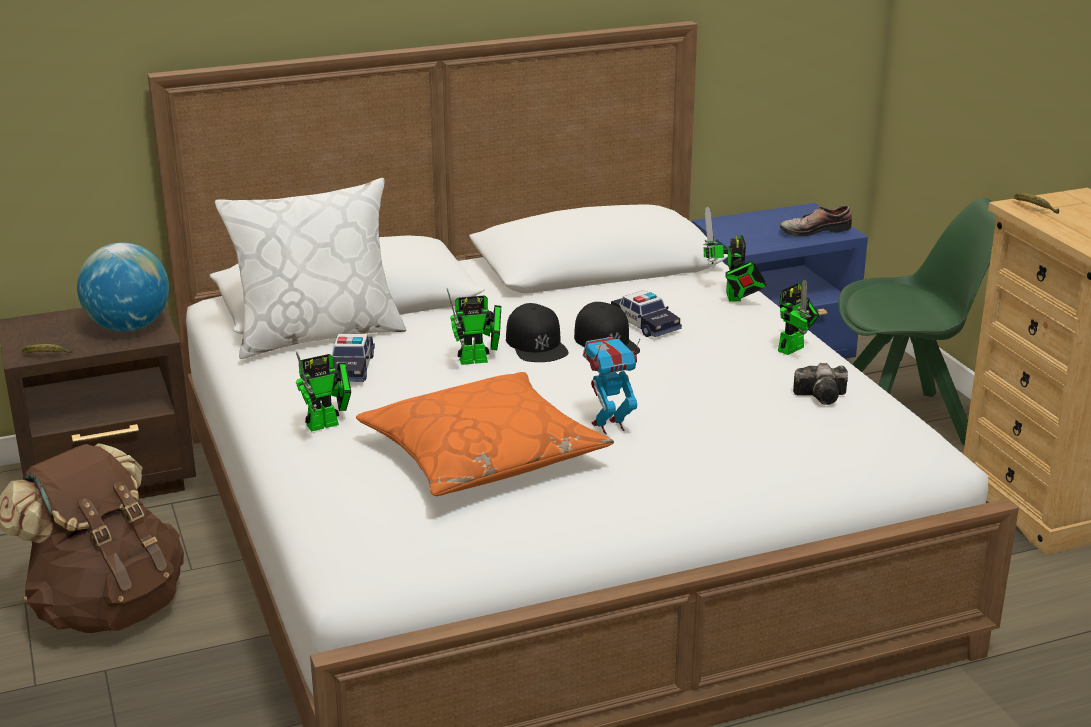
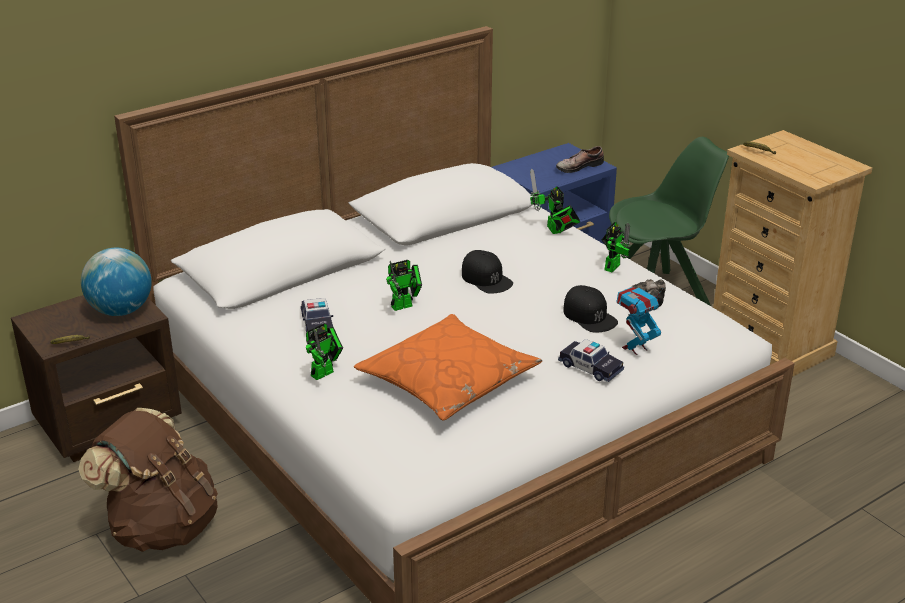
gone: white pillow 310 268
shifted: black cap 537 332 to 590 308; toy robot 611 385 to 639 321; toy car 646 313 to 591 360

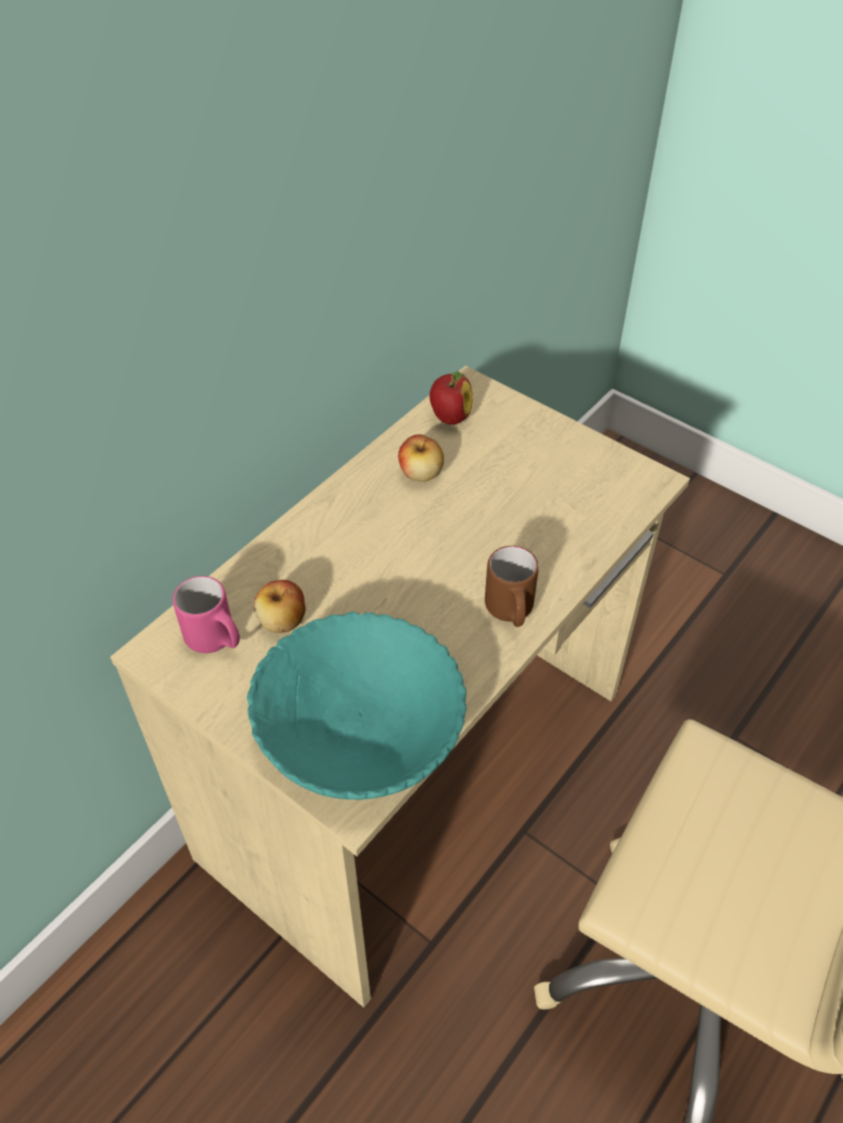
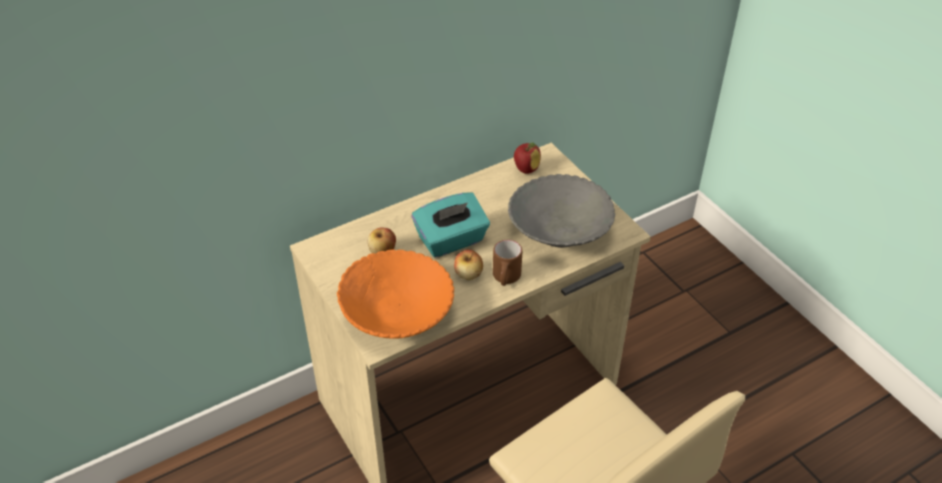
gone: pink mug 206 614
new: turquoise tissue box 451 225; grey bowl 561 211
shifted: apple 421 458 to 468 265
repainted: turquoise bowl 357 706 to orange bowl 395 294

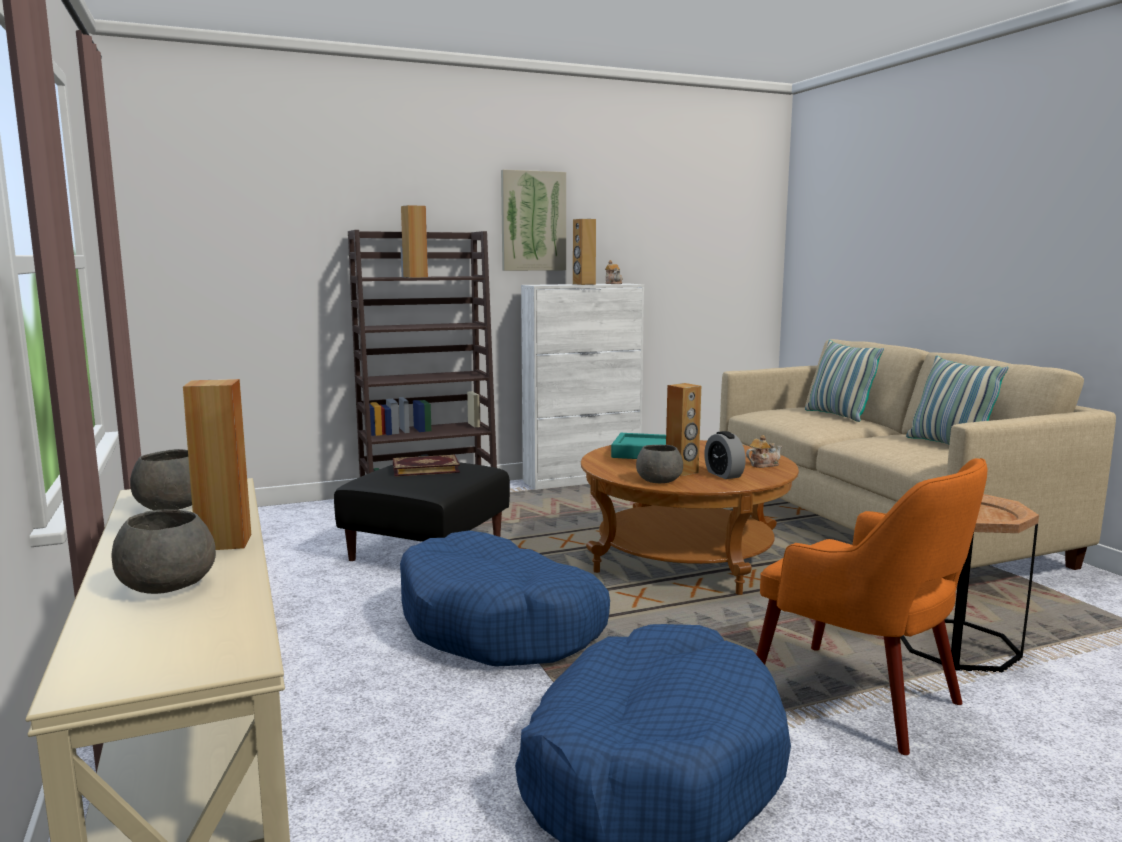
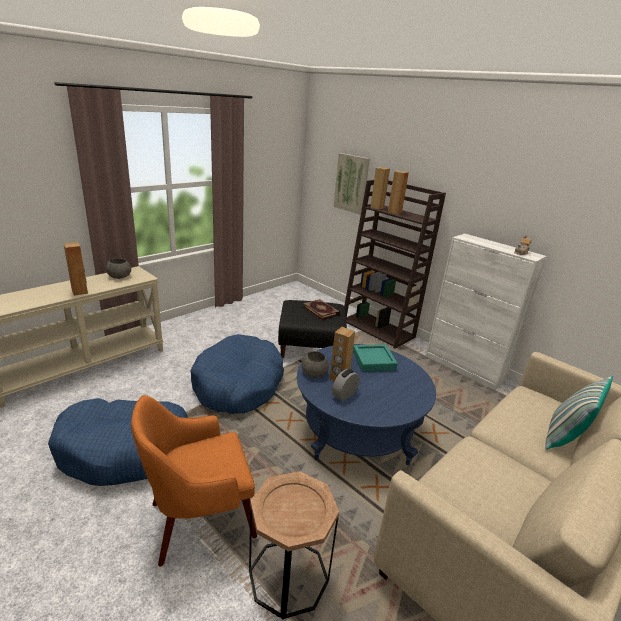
gone: grey bowl 163 551; teapot 764 451; pillow 957 399
shifted: picture 533 220 to 351 184; brown speaker 584 252 to 380 188
repainted: brown coffee table 690 517 to blue coffee table 366 404
rotated: orange armchair 872 606 = 194 481 45 degrees clockwise

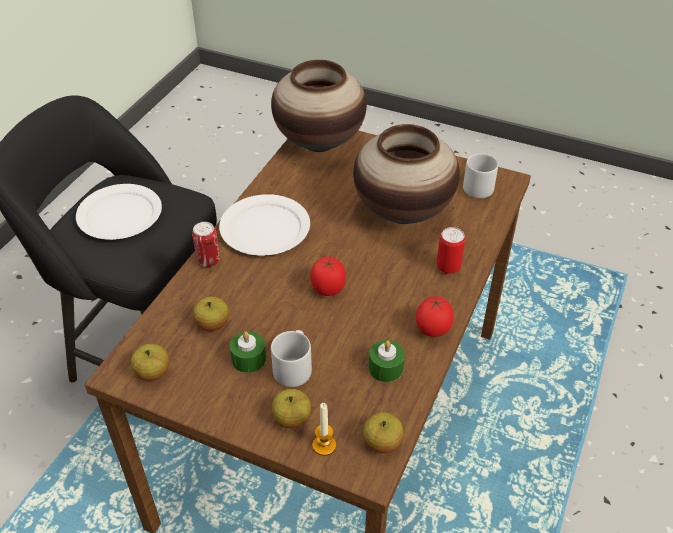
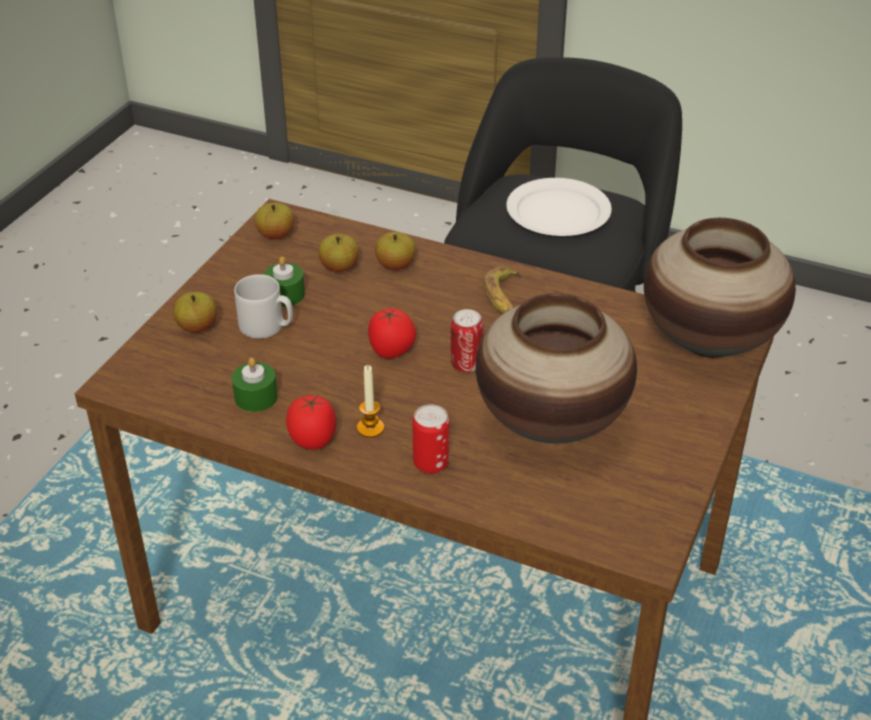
gone: grey mug 480 175
shifted: can 206 244 to 467 340; candle 324 429 to 370 401; apple 383 432 to 395 251
swapped: white plate 264 225 to banana 502 290

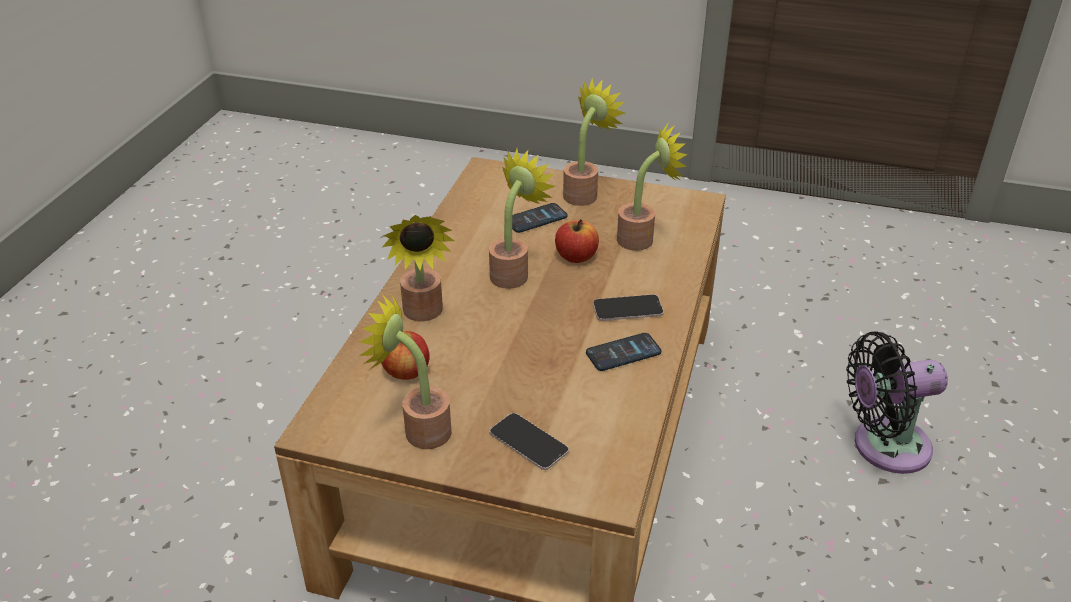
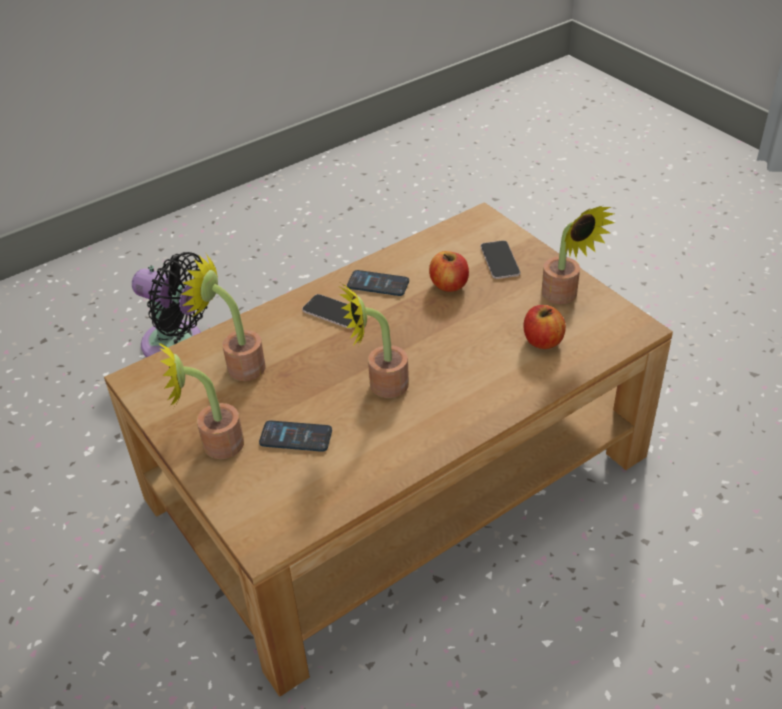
gone: potted plant 417 268
shifted: apple 577 241 to 449 271

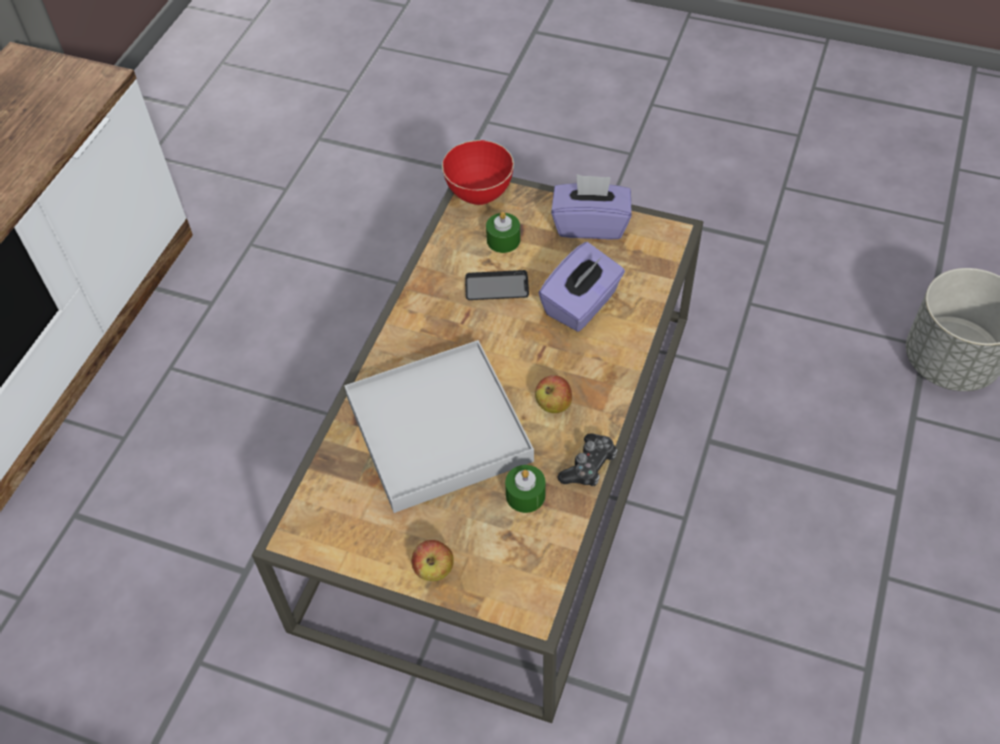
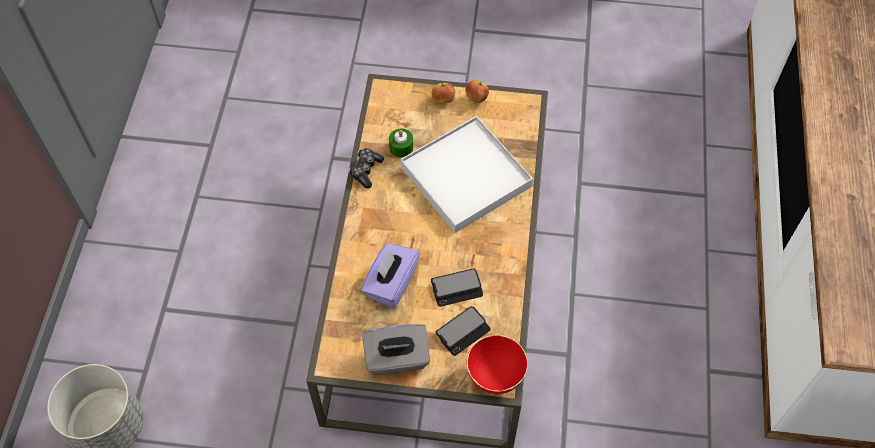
shifted: apple 553 394 to 477 91
swapped: green candle 503 232 to phone 463 331
repainted: purple tissue box 591 207 to grey tissue box 396 349

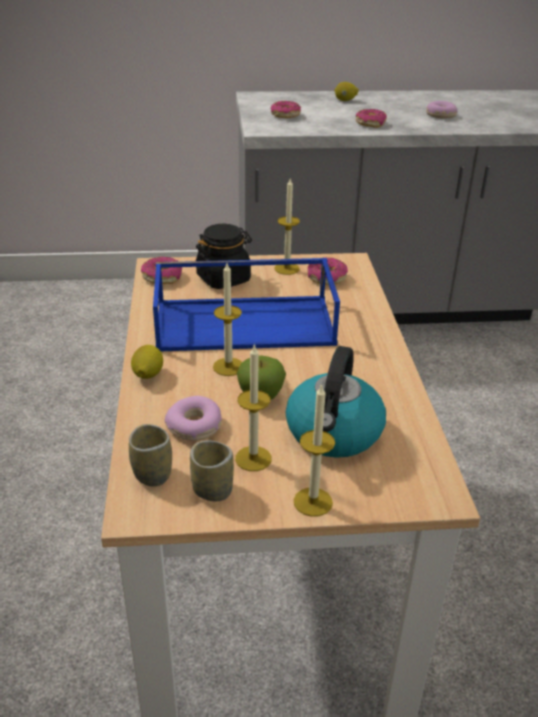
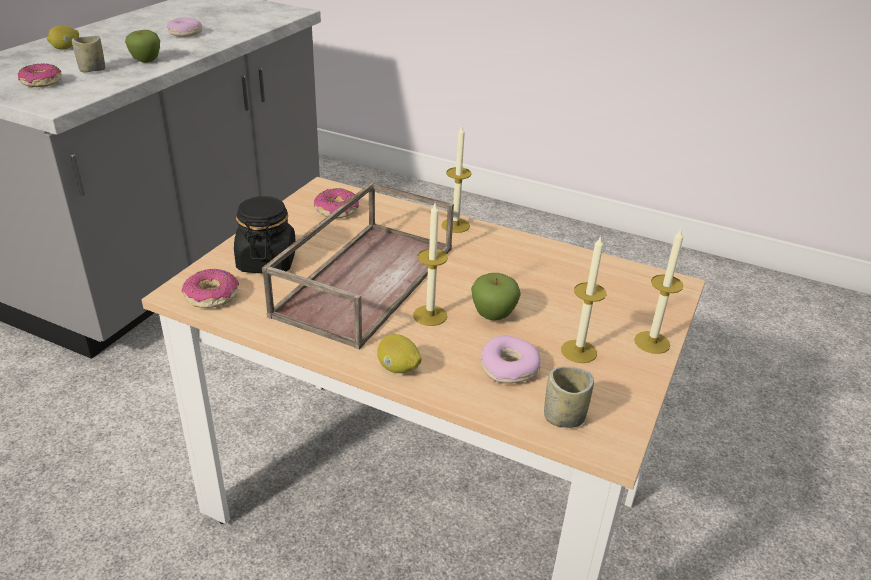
gone: kettle 336 402
shifted: cup 212 470 to 88 54; candle 287 227 to 456 179
swapped: donut 371 118 to apple 142 46
repainted: blue tray 246 304 to brown tray 358 266

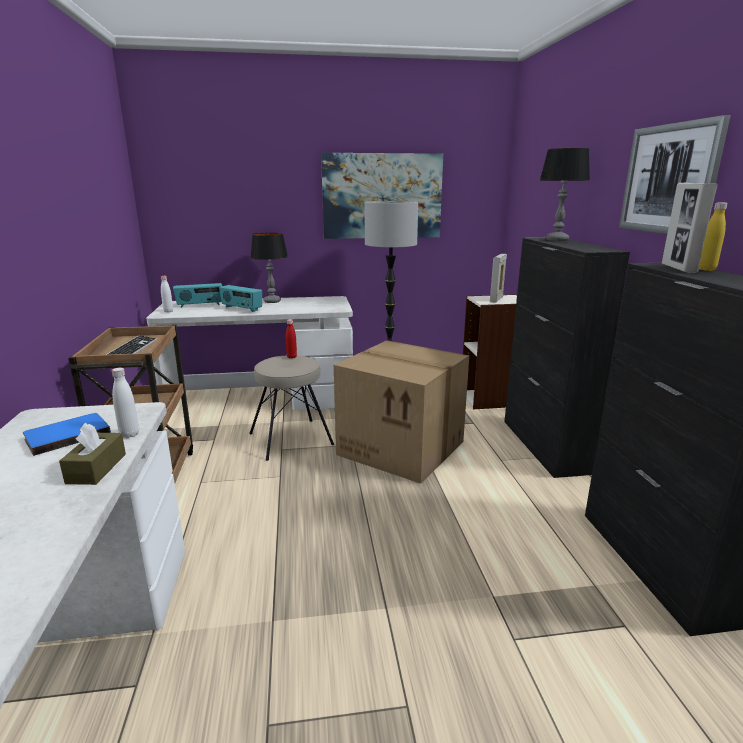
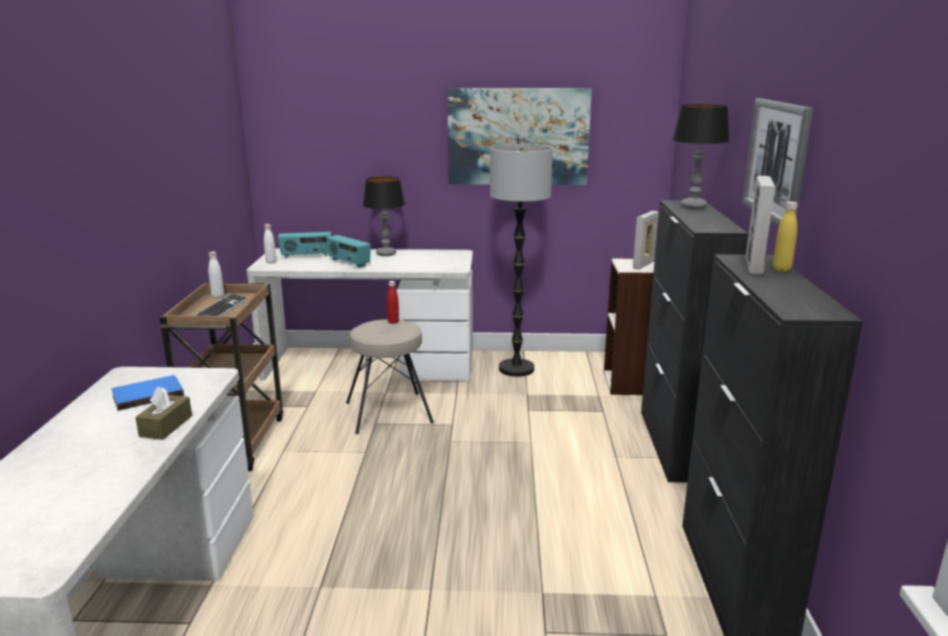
gone: cardboard box 401 412
shifted: white bottle 125 403 to 216 274

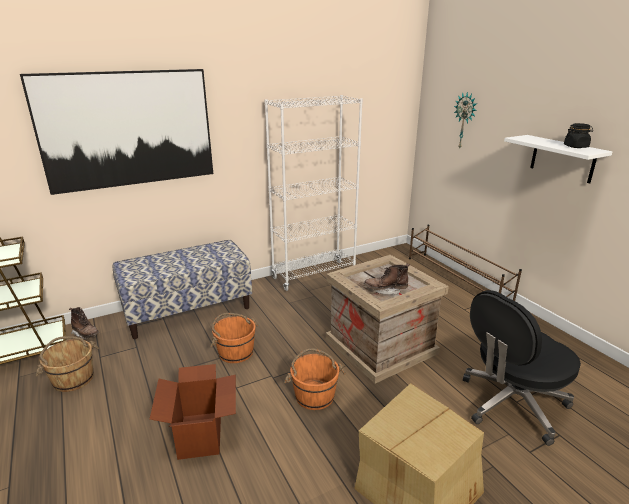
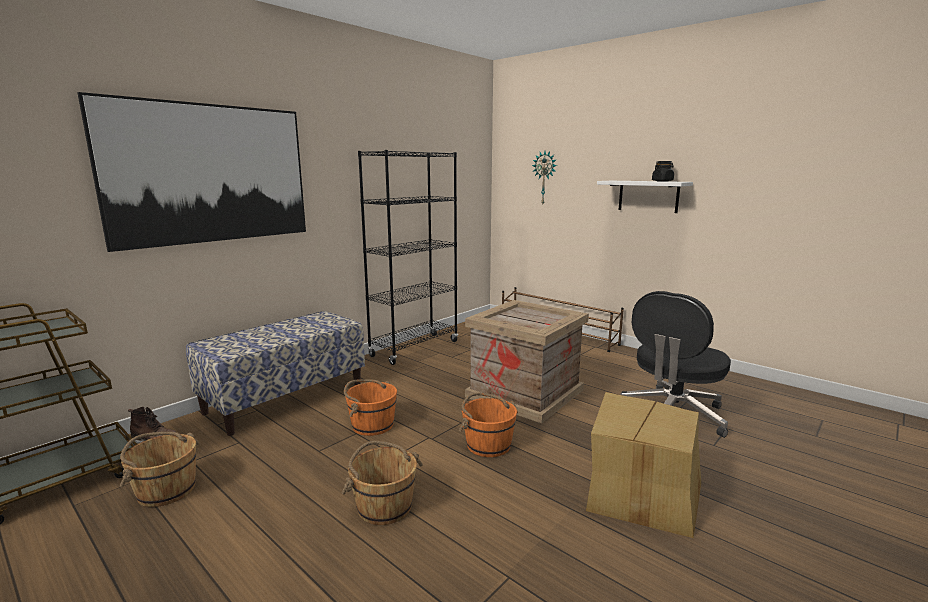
gone: brown boot 387 279
swapped: cardboard box 193 412 to brown bucket 382 483
repainted: white bookcase 314 193 to black bookcase 408 257

